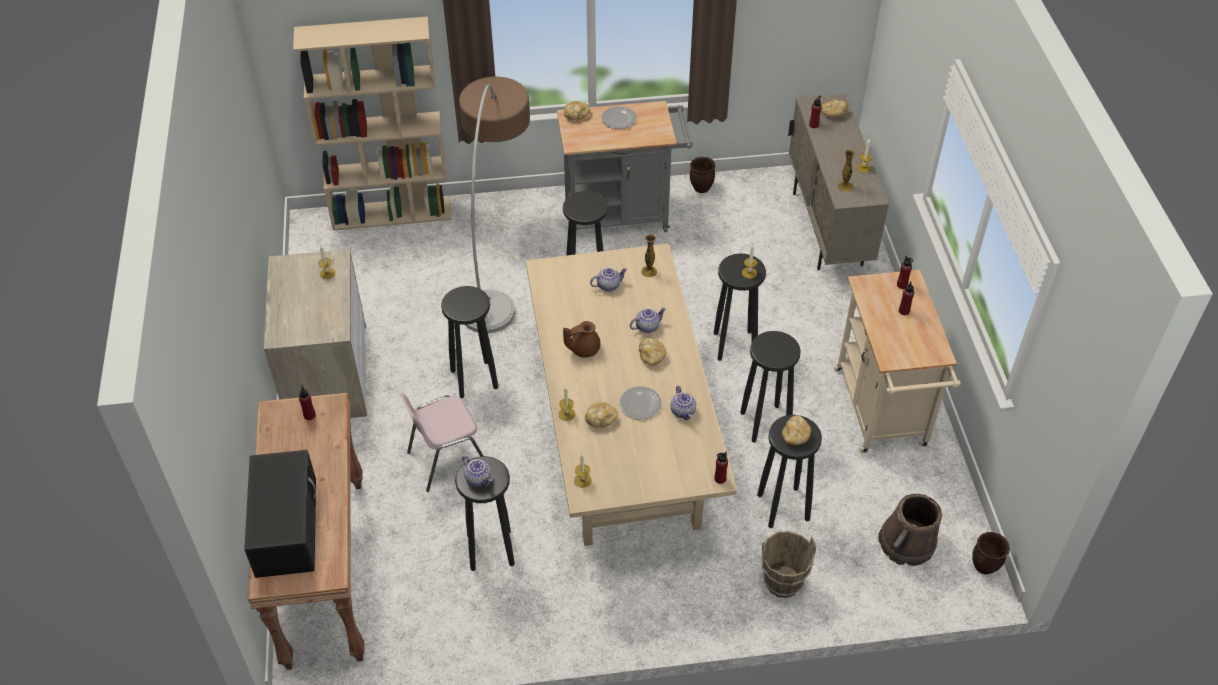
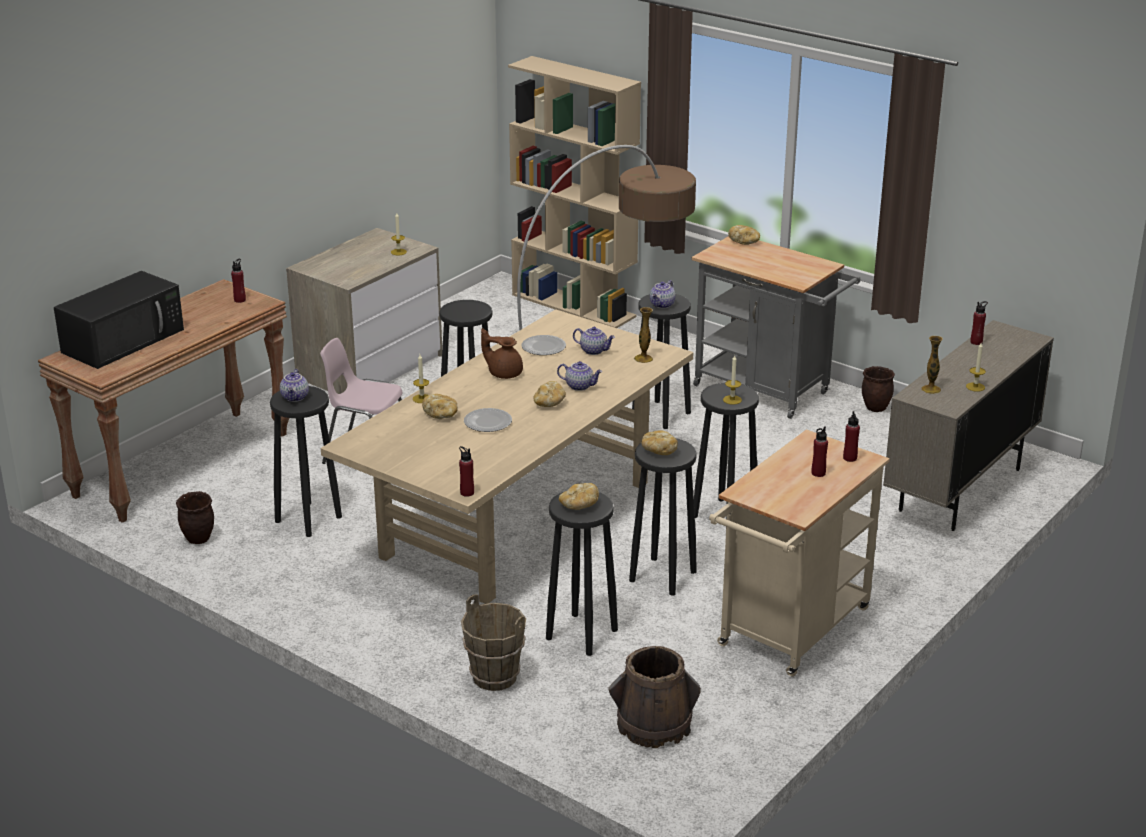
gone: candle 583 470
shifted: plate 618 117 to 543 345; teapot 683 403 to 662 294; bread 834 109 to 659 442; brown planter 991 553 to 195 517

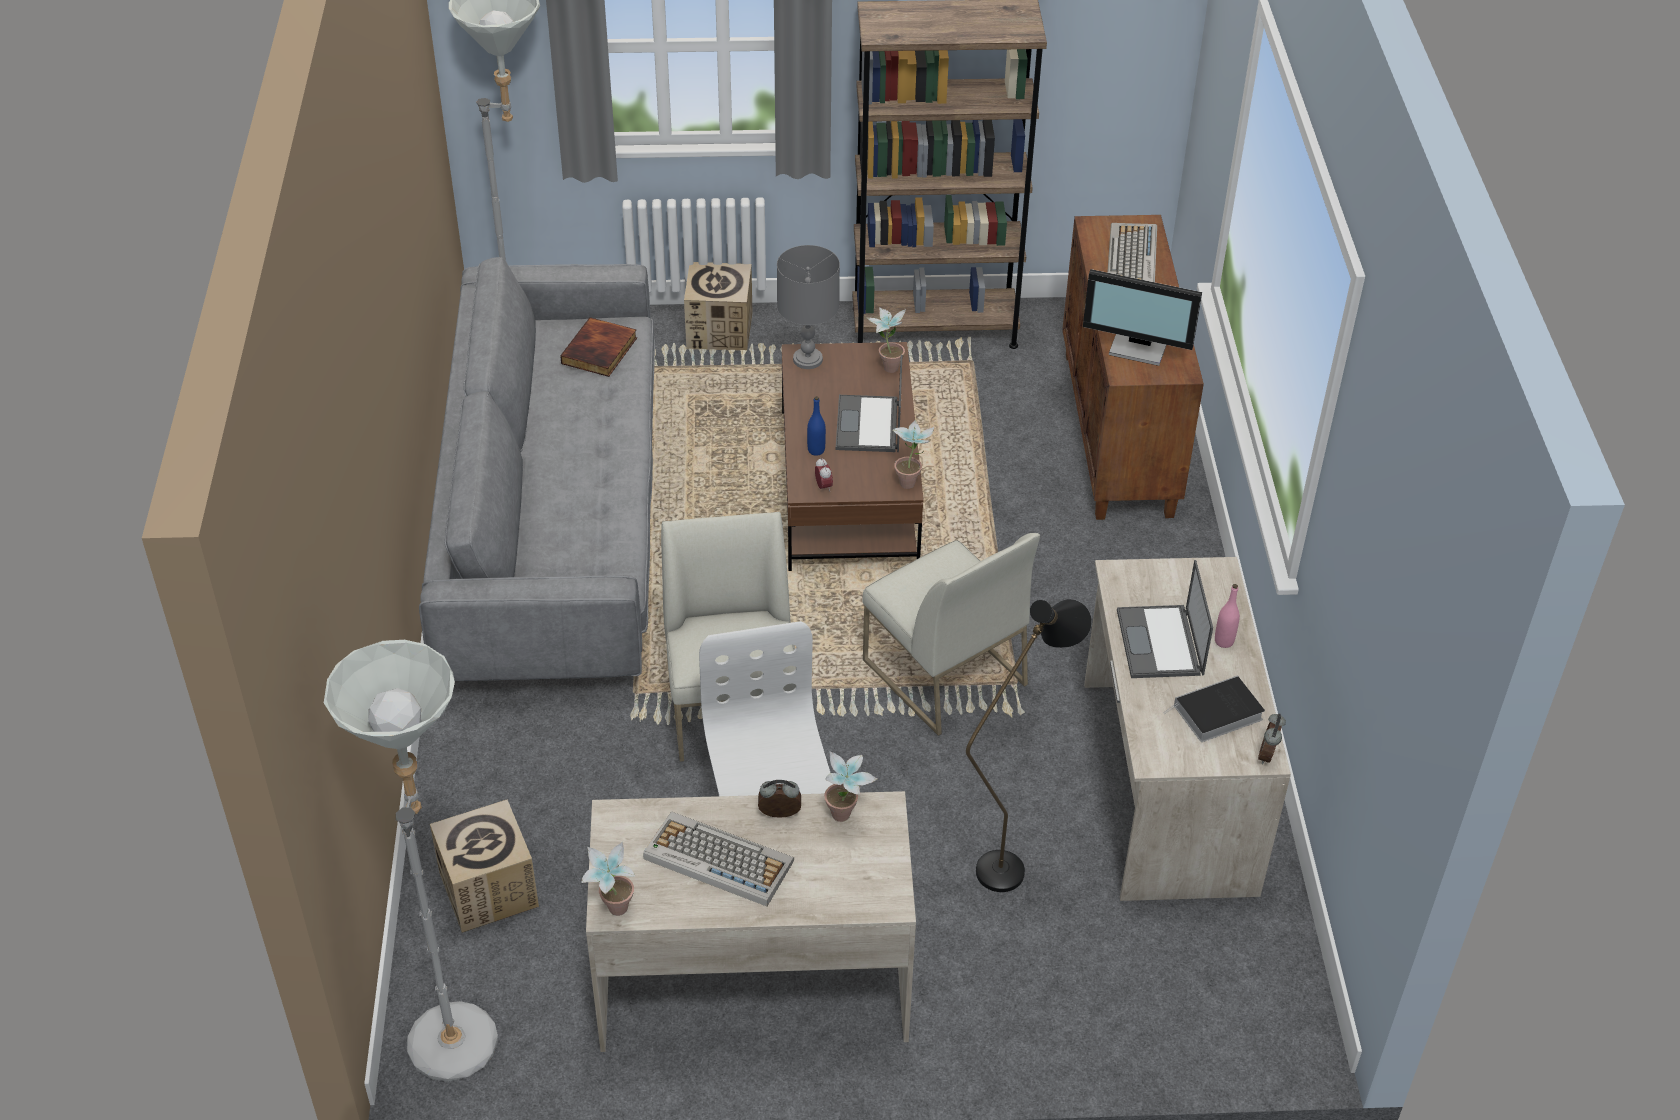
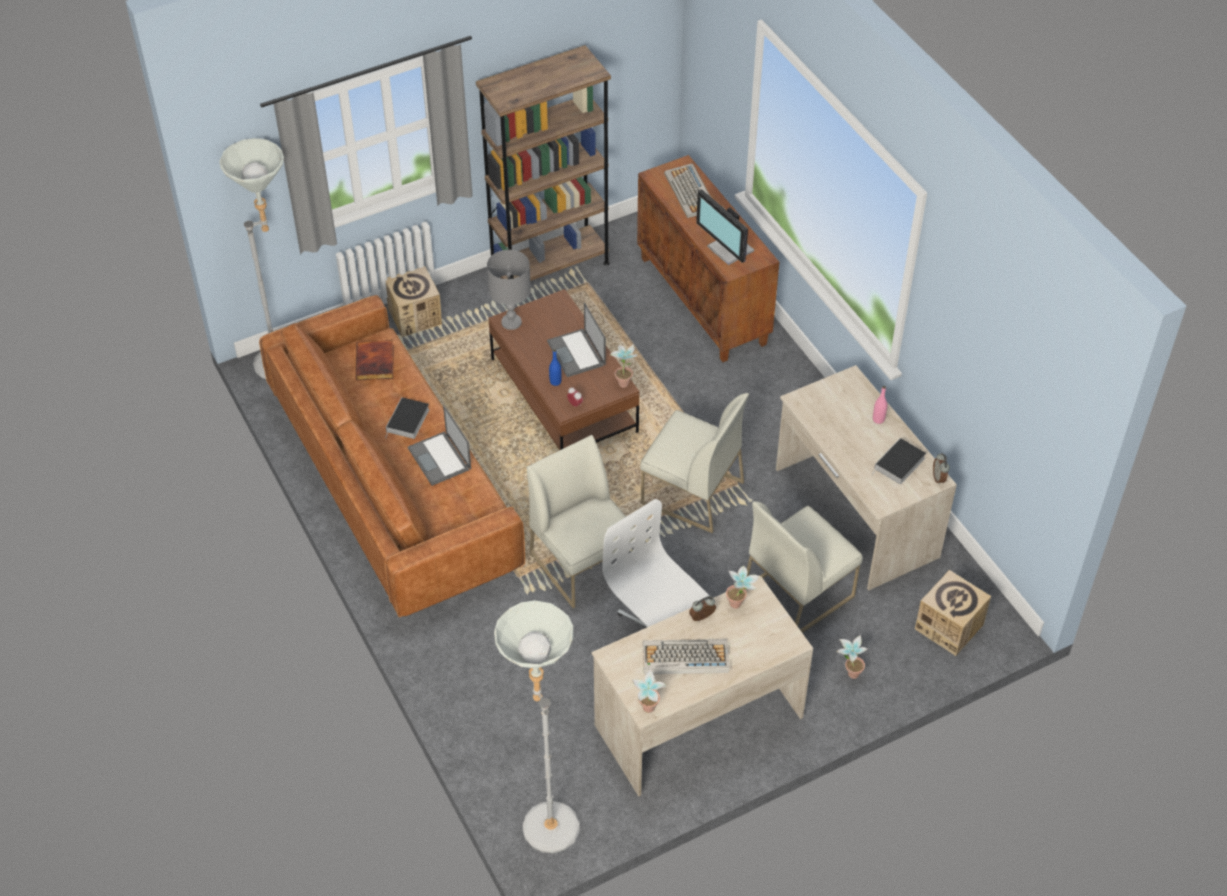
new: book 407 418
shifted: cardboard box 484 866 to 953 613; potted plant 886 340 to 851 657; laptop 1165 619 to 439 445
swapped: black floor lamp 1029 745 to white chair 804 567
repainted: grey sofa 537 469 to brown sofa 392 456
rotated: monitor 1142 317 = 725 227 60 degrees clockwise

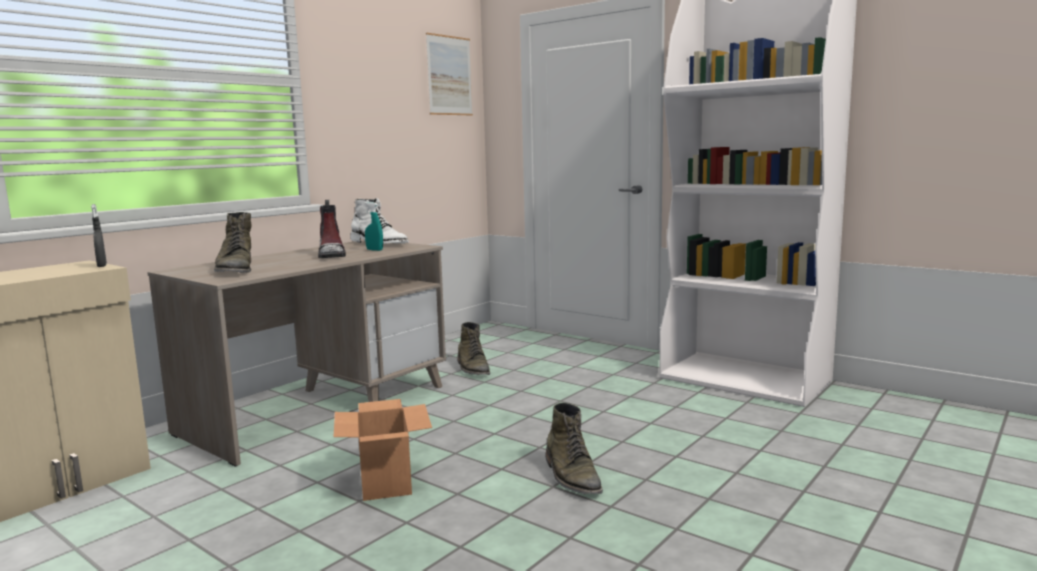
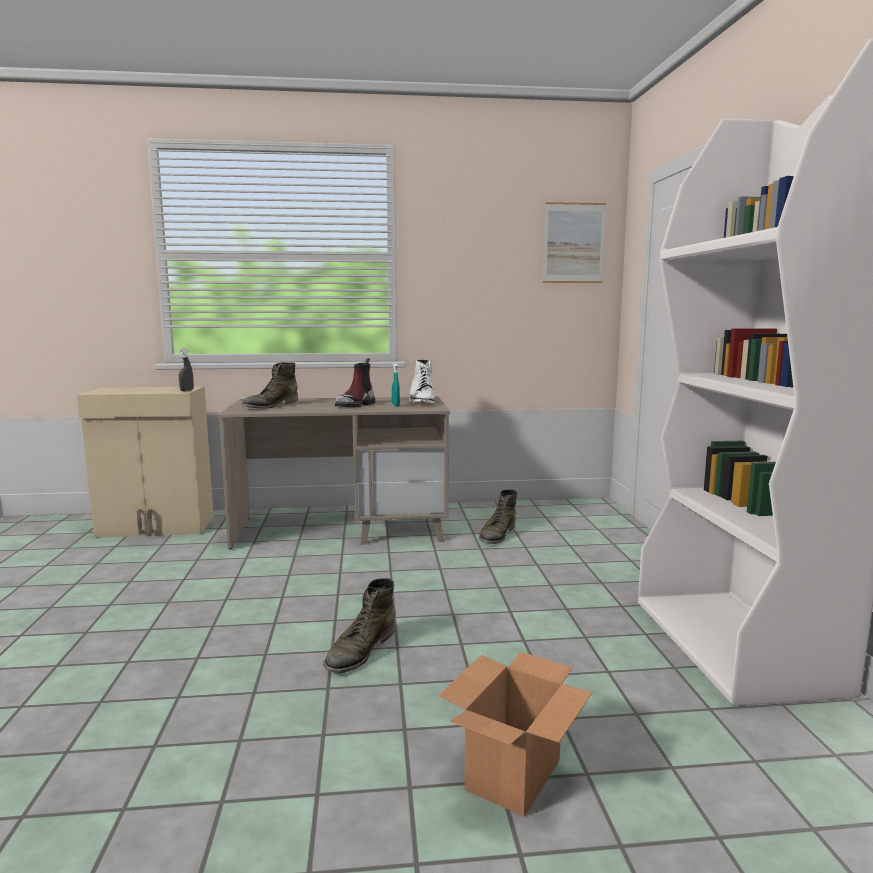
shifted: cardboard box 383 450 to 515 734

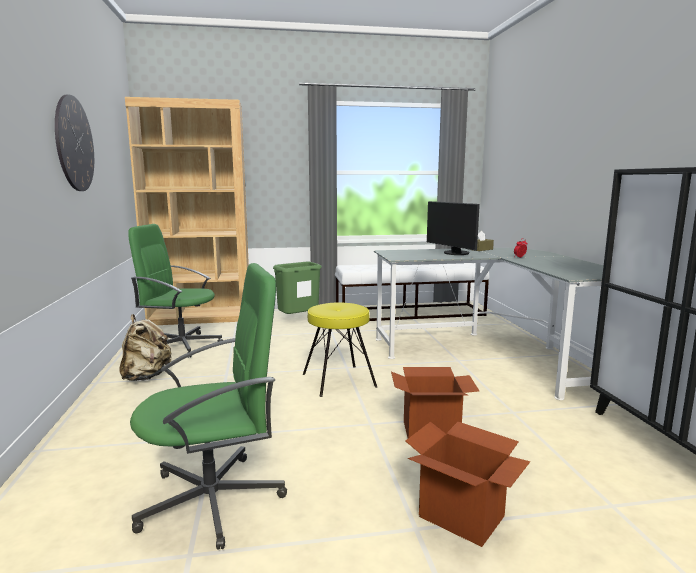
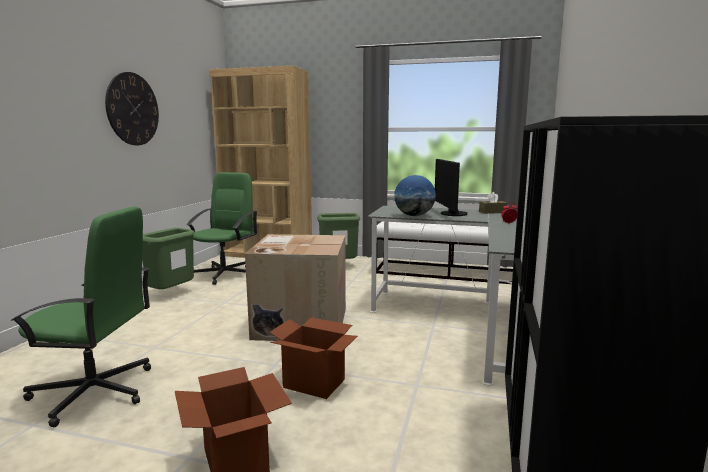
new: globe 415 195
swapped: beige backpack 145 347 to green trash can 168 258; yellow stool 340 350 to cardboard box 295 287
rotated: green office chair 175 291 = 221 228 75 degrees clockwise

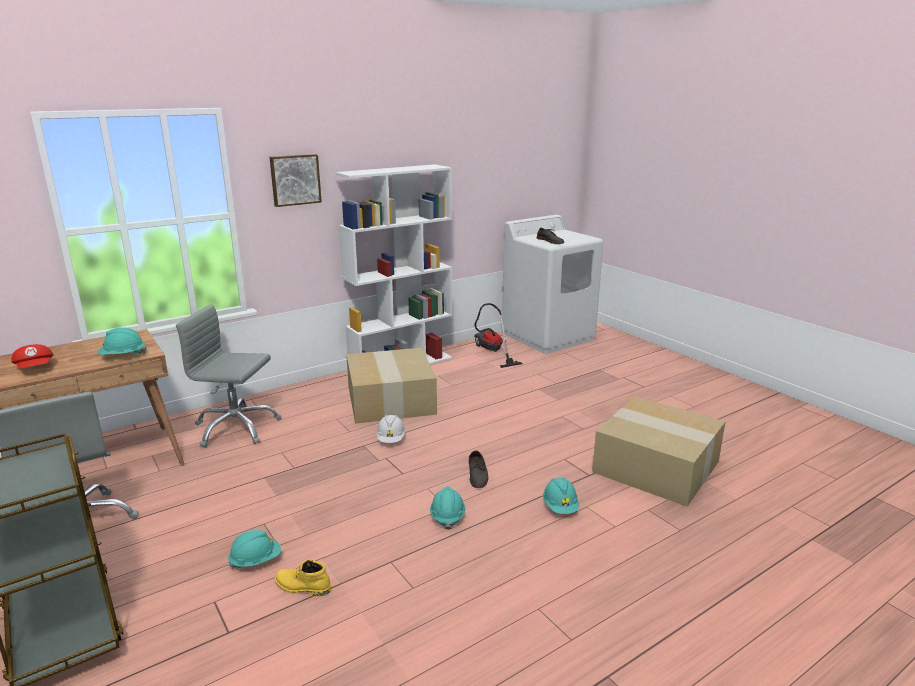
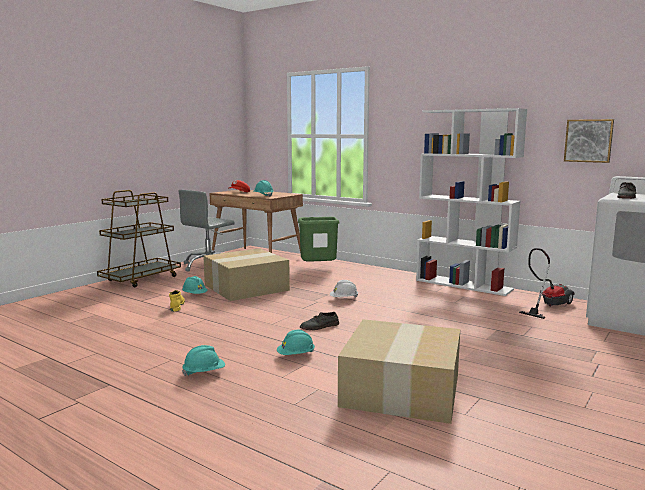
shifted: picture 296 180 to 589 141; cardboard box 391 386 to 246 274; turquoise hard hat 447 508 to 203 360
swapped: grey office chair 228 376 to green trash can 318 239

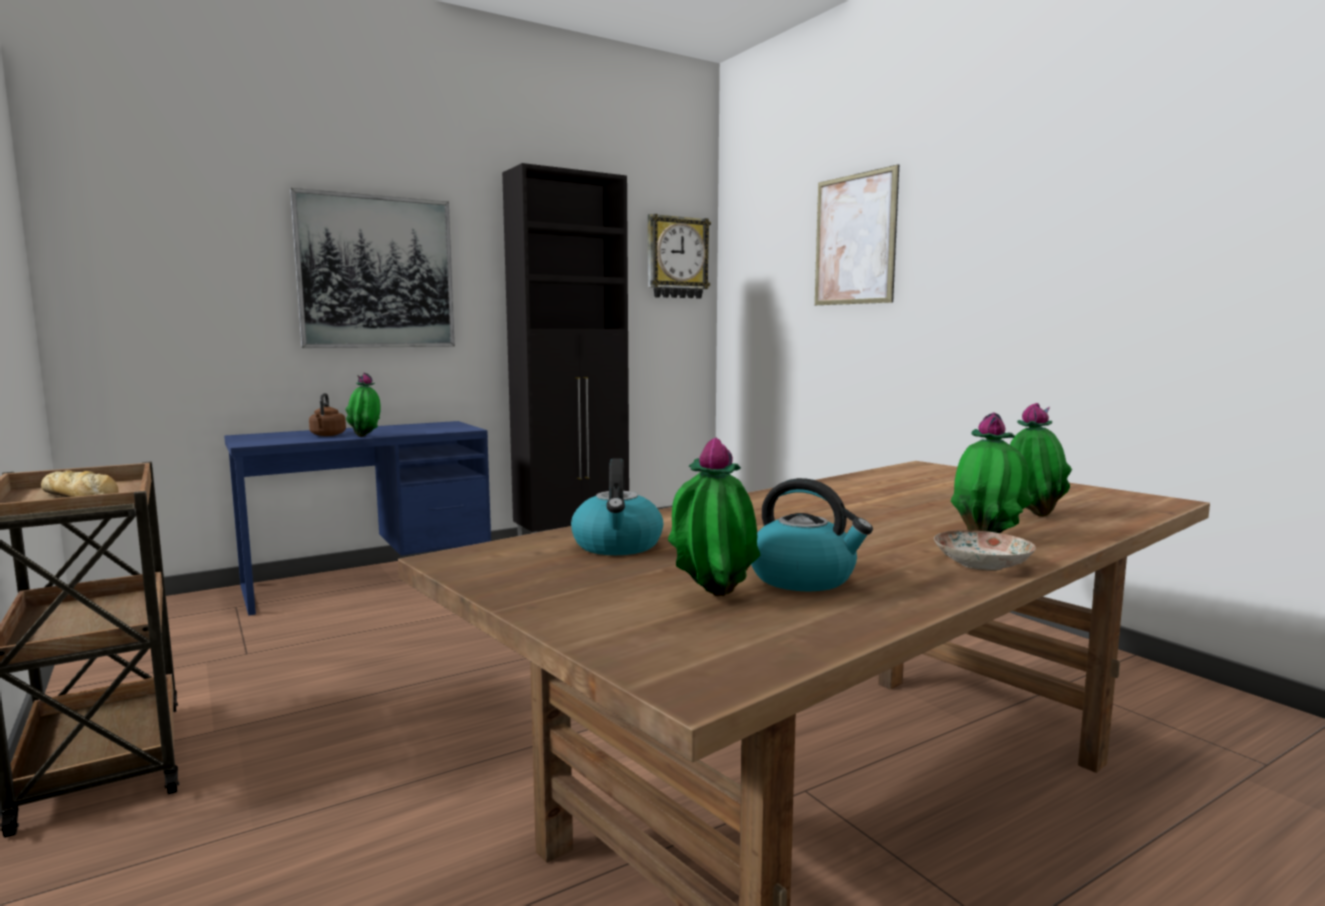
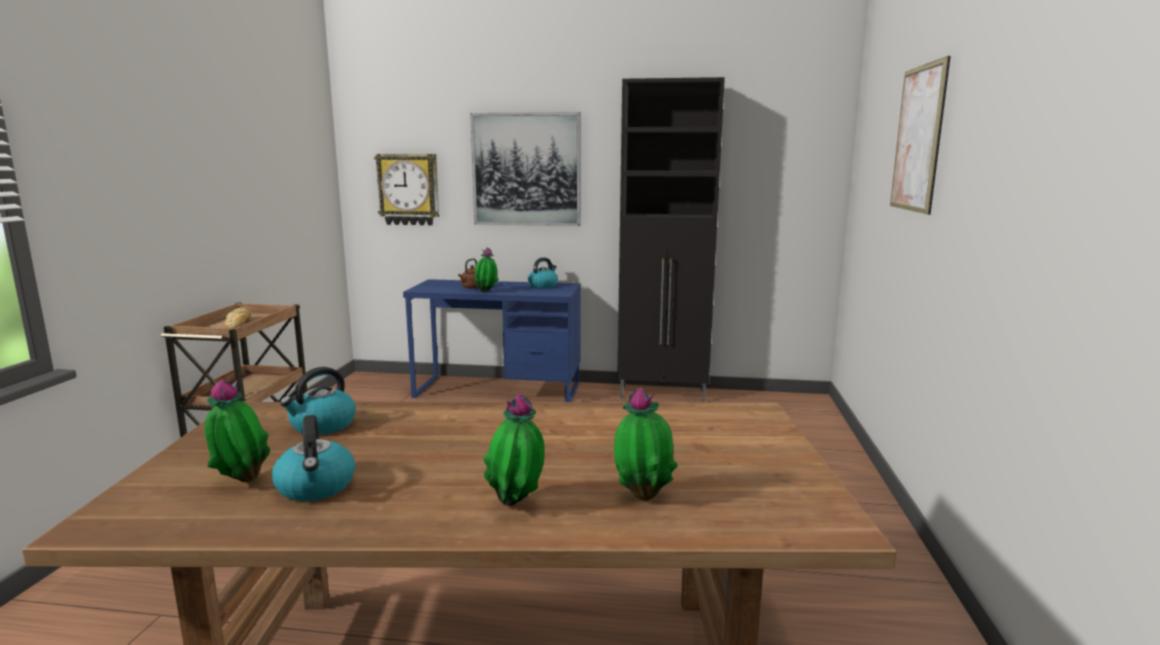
gone: plate 985 550
new: kettle 543 272
shifted: wall clock 679 256 to 406 189

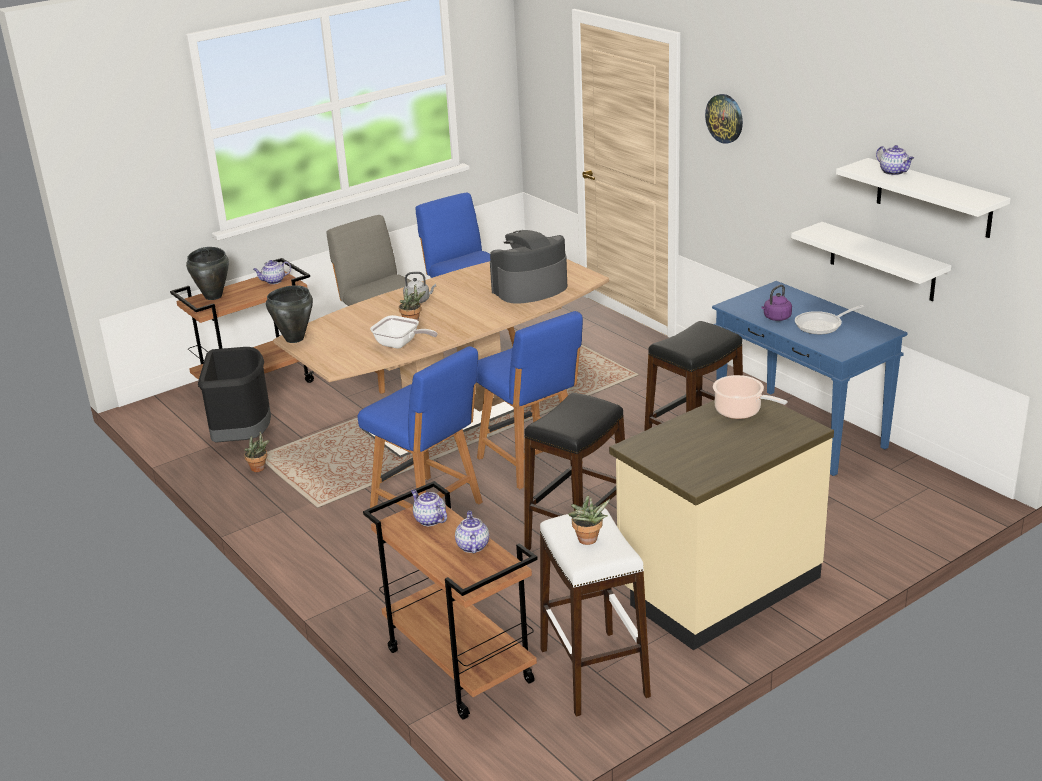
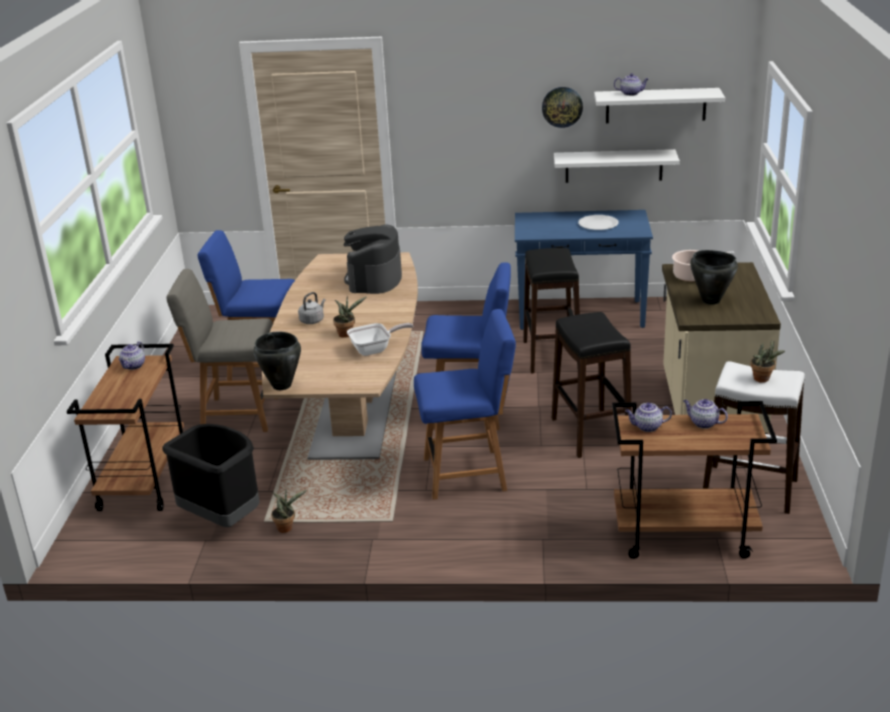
gone: purple kettle 776 303
shifted: black cooking pot 207 273 to 714 277; wall clock 724 119 to 562 107
swapped: frying pan 829 319 to white plate 598 222

